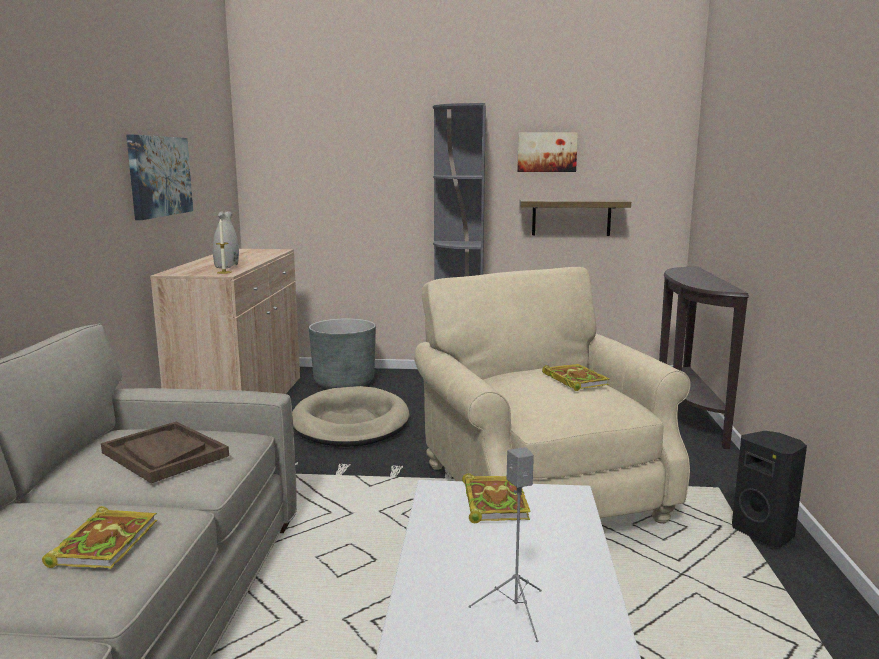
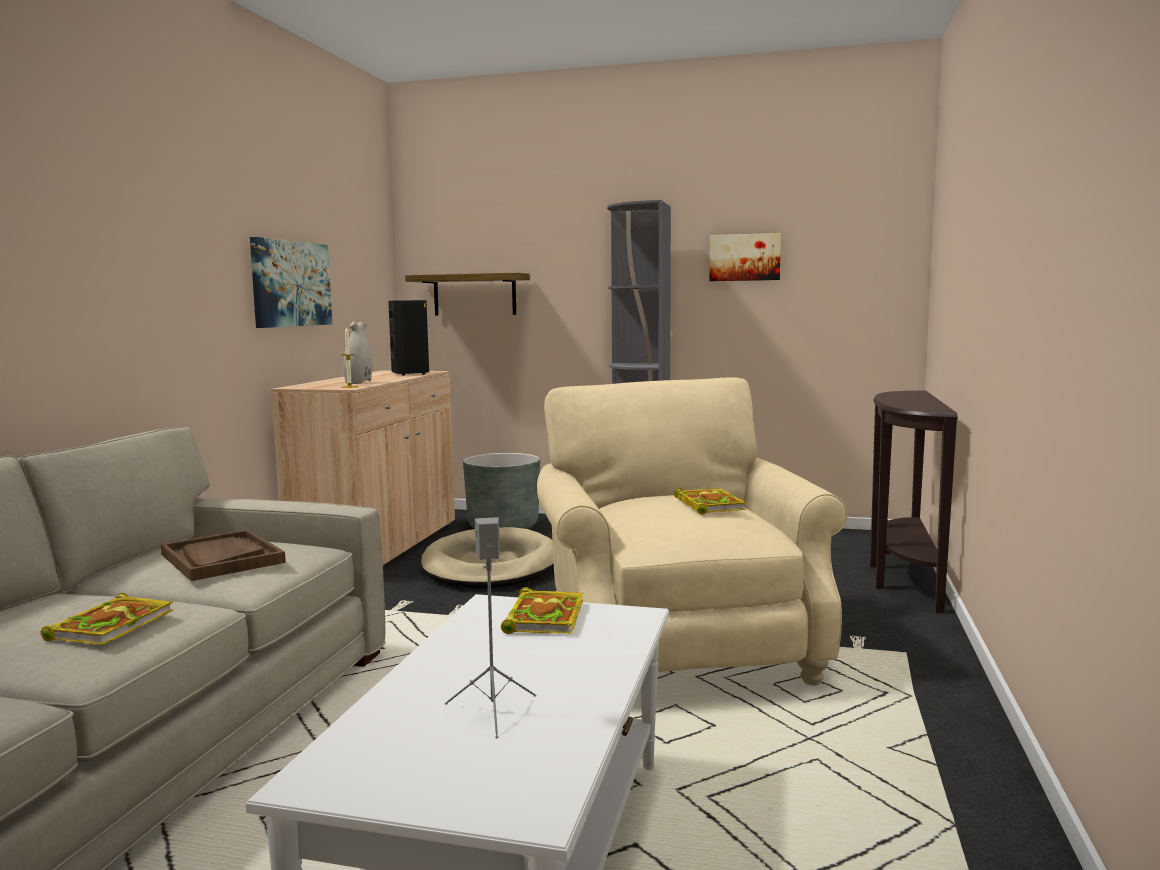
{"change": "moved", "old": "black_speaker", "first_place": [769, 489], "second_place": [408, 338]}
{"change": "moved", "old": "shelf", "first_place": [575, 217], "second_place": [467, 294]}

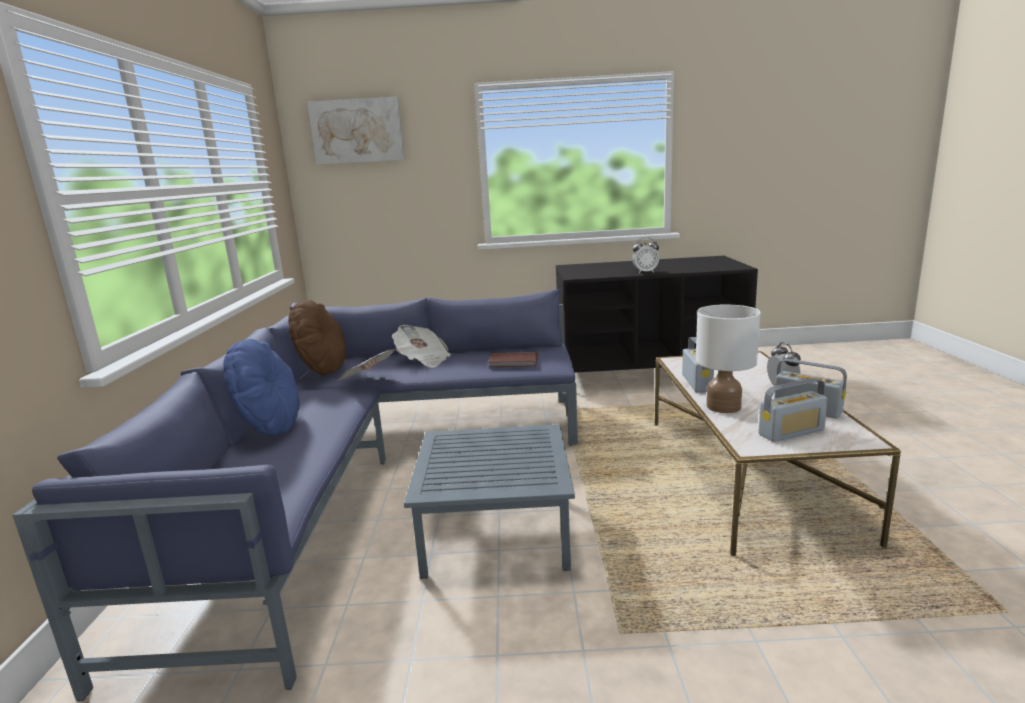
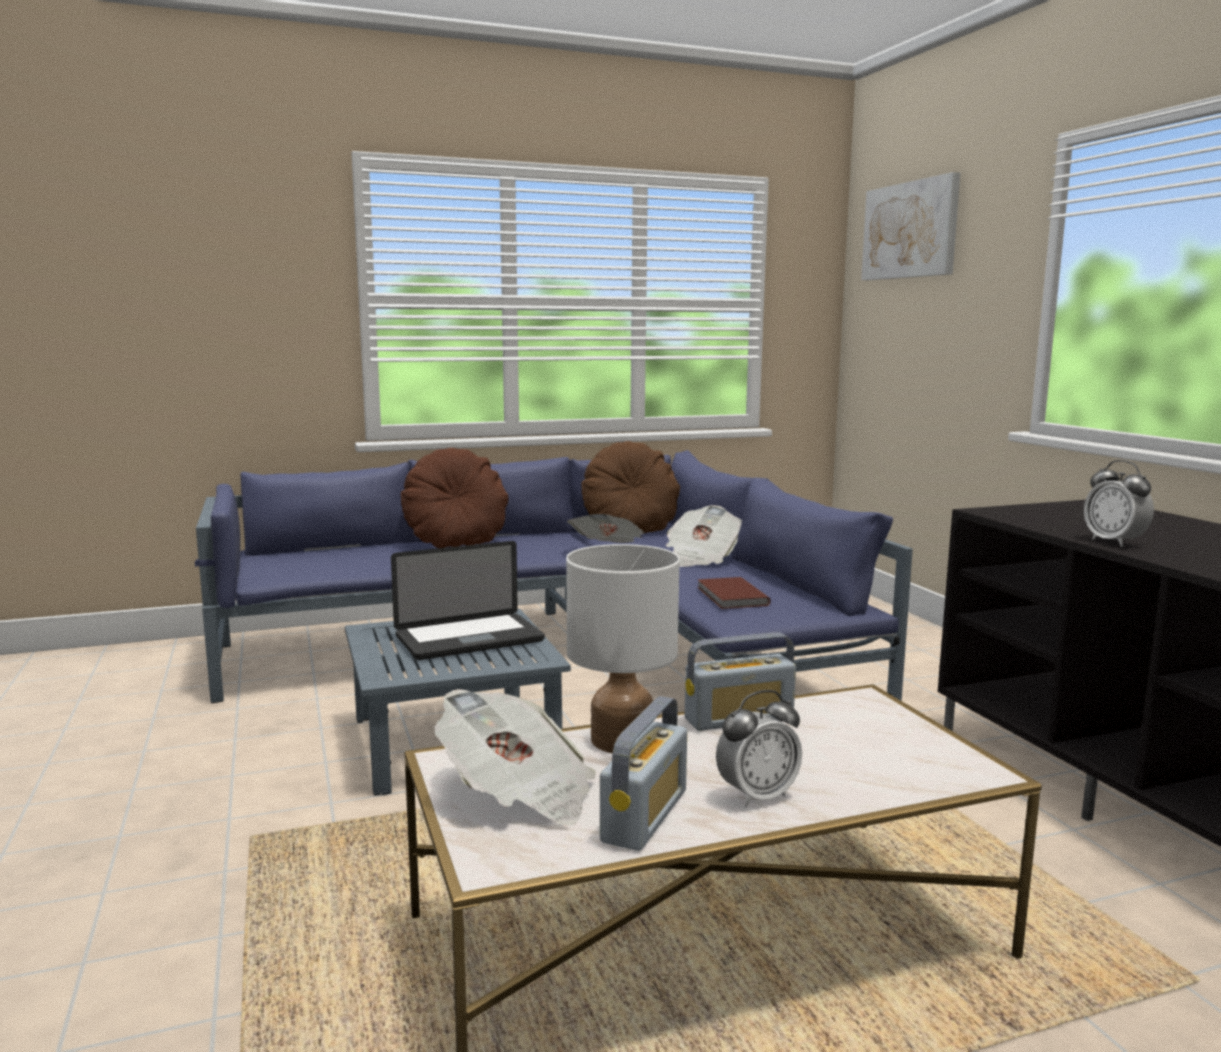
{"change": "added", "new": "laptop", "second_place": [468, 600]}
{"change": "recoloured", "old": "blue_pillow", "new": "brown_pillow", "first_place": [261, 388], "second_place": [454, 498]}
{"change": "replaced", "old": "radio", "new": "newspaper", "first_place": [793, 410], "second_place": [515, 757]}

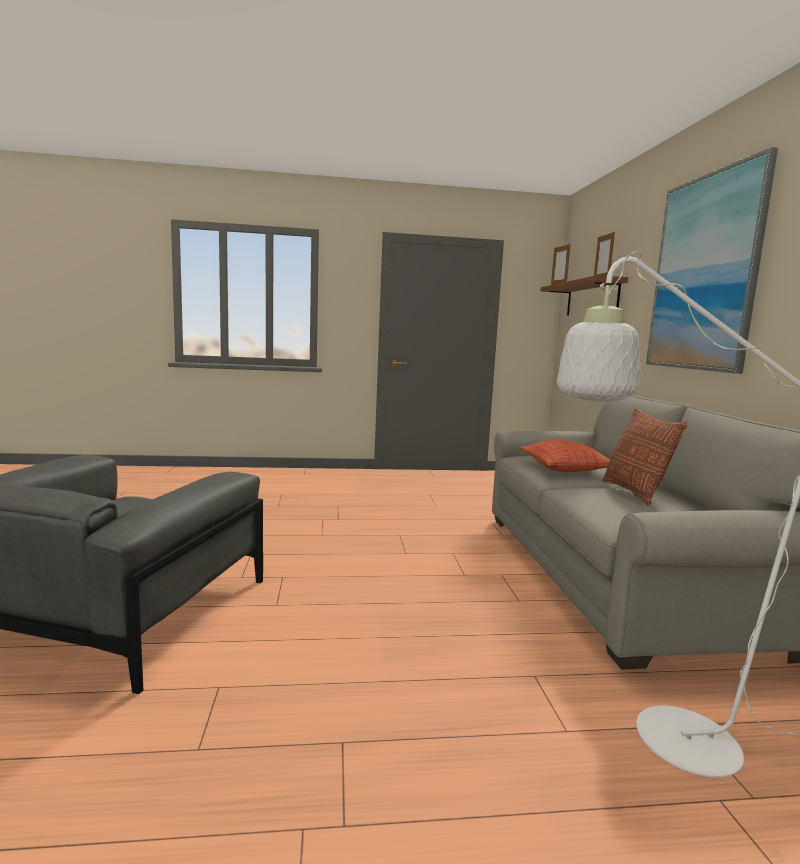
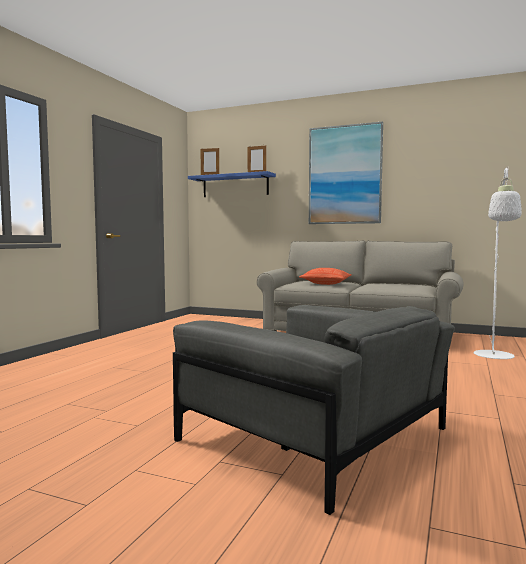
{"change": "recoloured", "old": "brown_shelf", "new": "blue_shelf", "first_place": [584, 295], "second_place": [232, 184]}
{"change": "removed", "old": "brown_pillow", "first_place": [644, 457]}

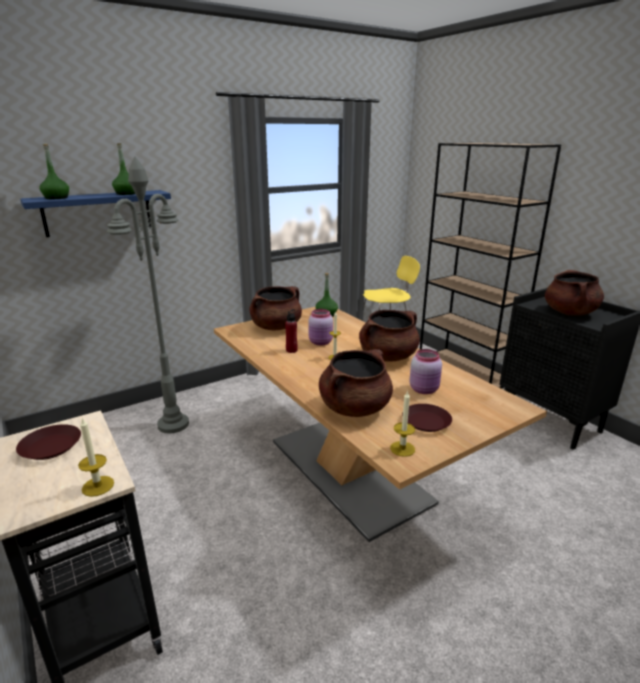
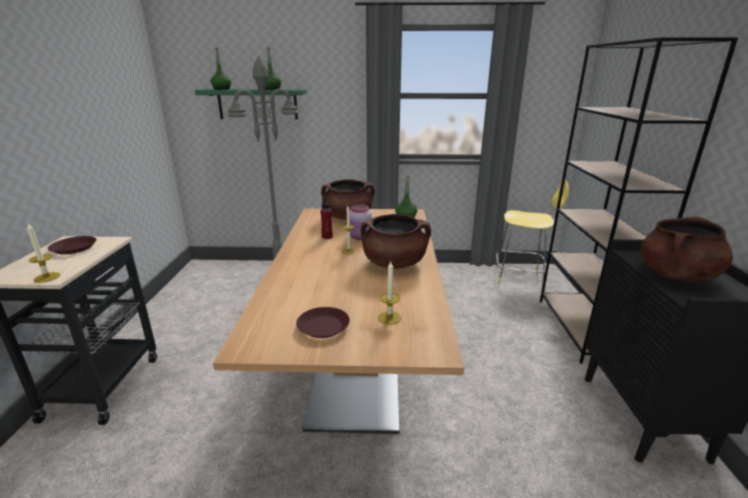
{"change": "recoloured", "old": "blue_shelf", "new": "green_shelf", "first_place": [95, 213], "second_place": [251, 104]}
{"change": "moved", "old": "candle", "first_place": [402, 423], "second_place": [389, 293]}
{"change": "removed", "old": "brown_cooking_pot", "first_place": [356, 383]}
{"change": "removed", "old": "pink_jar", "first_place": [425, 371]}

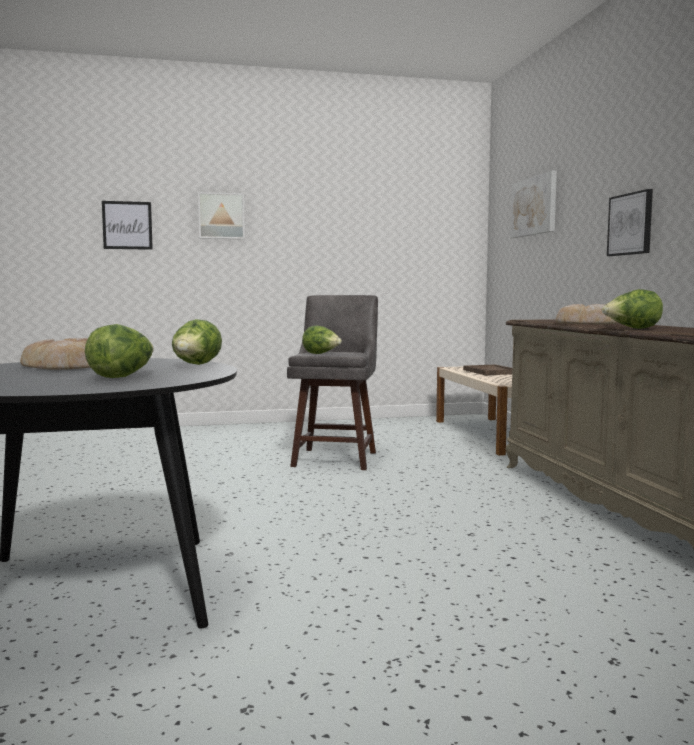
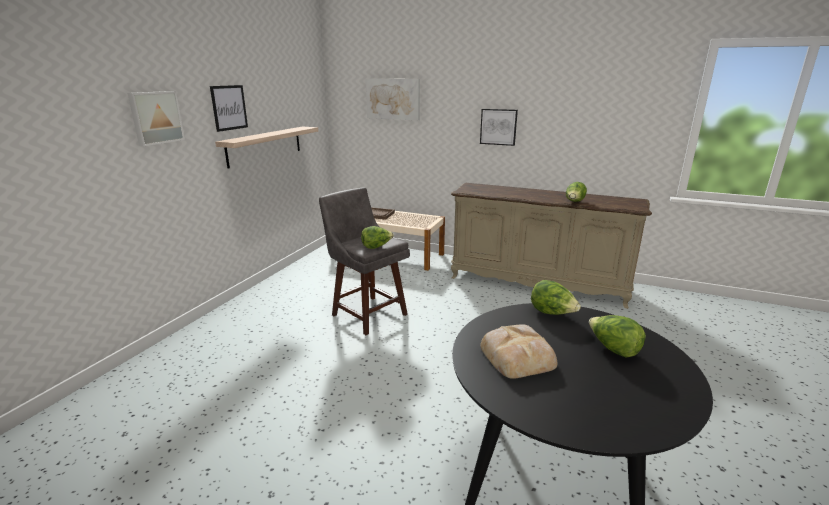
{"change": "moved", "old": "picture", "first_place": [127, 225], "second_place": [229, 108]}
{"change": "added", "new": "shelf", "second_place": [266, 148]}
{"change": "removed", "old": "bread", "first_place": [586, 314]}

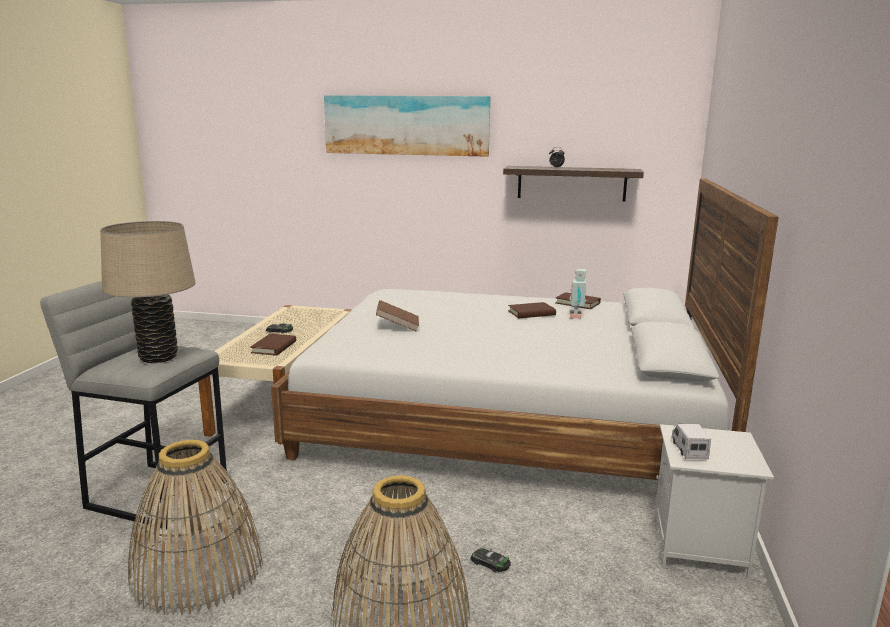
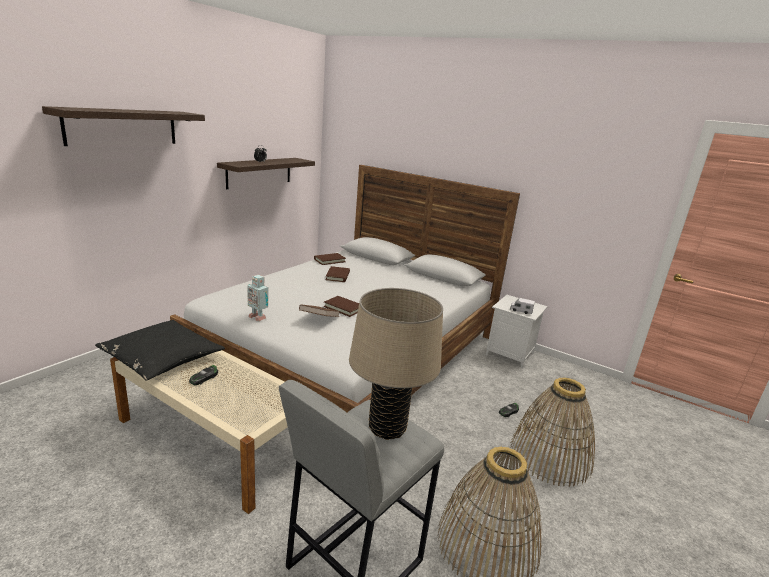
{"change": "replaced", "old": "picture", "new": "shelf", "first_place": [407, 126], "second_place": [123, 126]}
{"change": "added", "new": "black_pillow", "second_place": [160, 350]}
{"change": "moved", "old": "toy_robot", "first_place": [578, 294], "second_place": [257, 298]}
{"change": "moved", "old": "brown_book", "first_place": [273, 344], "second_place": [341, 306]}

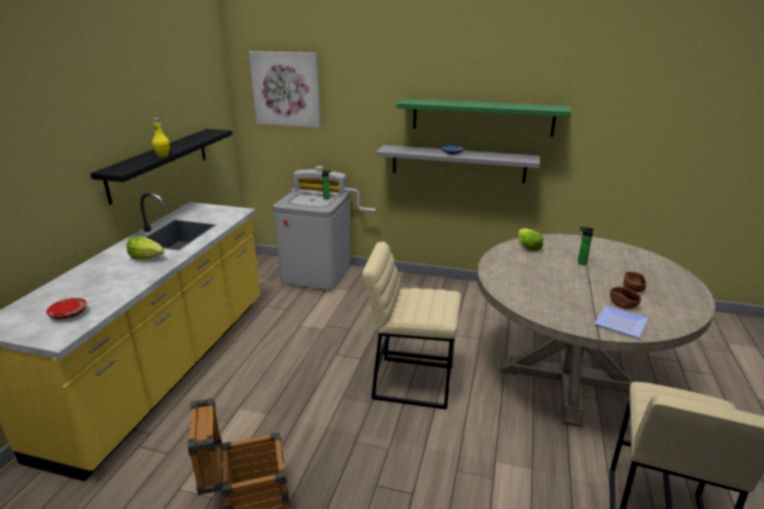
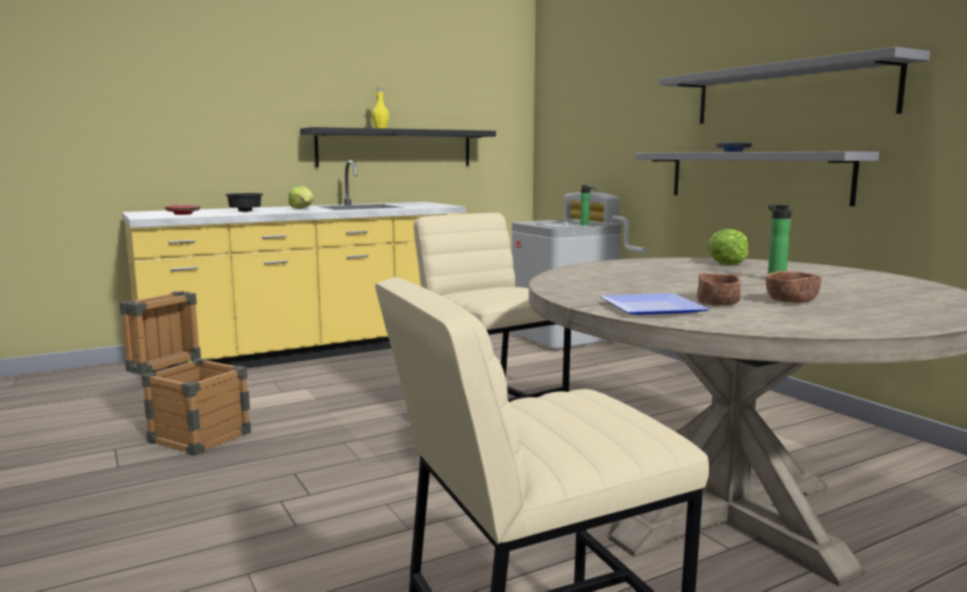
{"change": "added", "new": "black_bowl", "second_place": [244, 202]}
{"change": "recoloured", "old": "green_shelf", "new": "grey_shelf", "first_place": [484, 117], "second_place": [794, 85]}
{"change": "removed", "old": "picture", "first_place": [285, 89]}

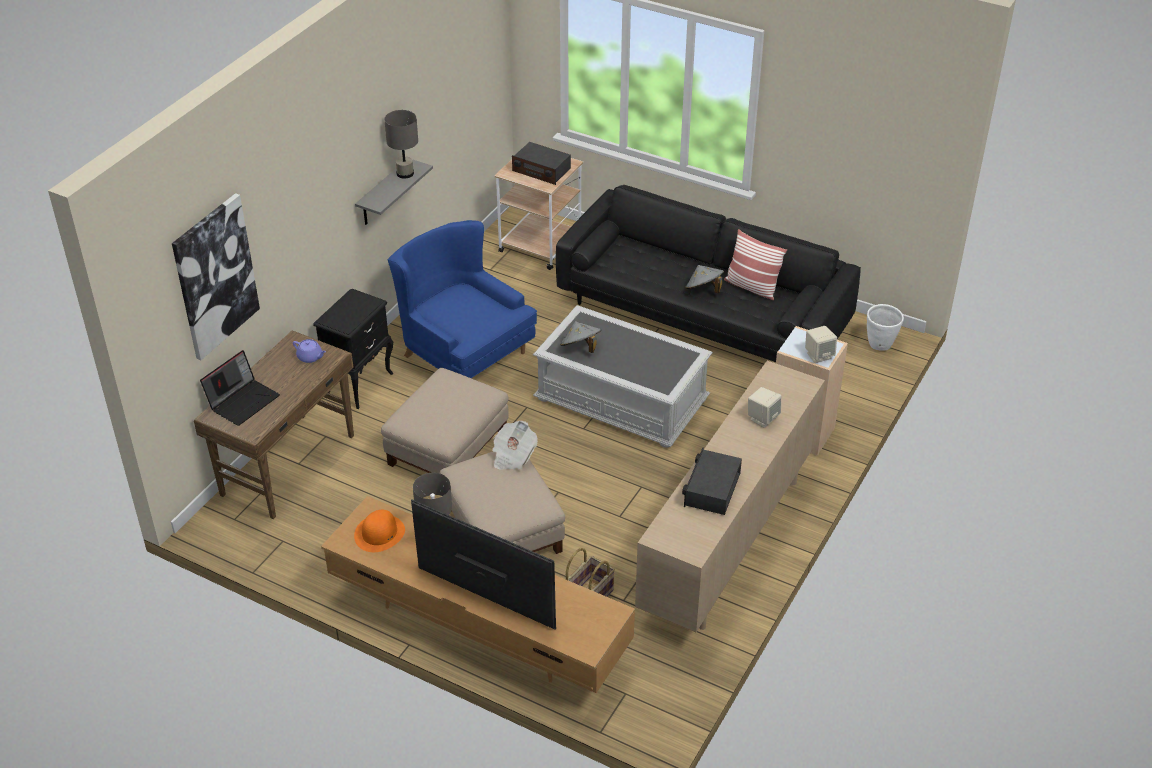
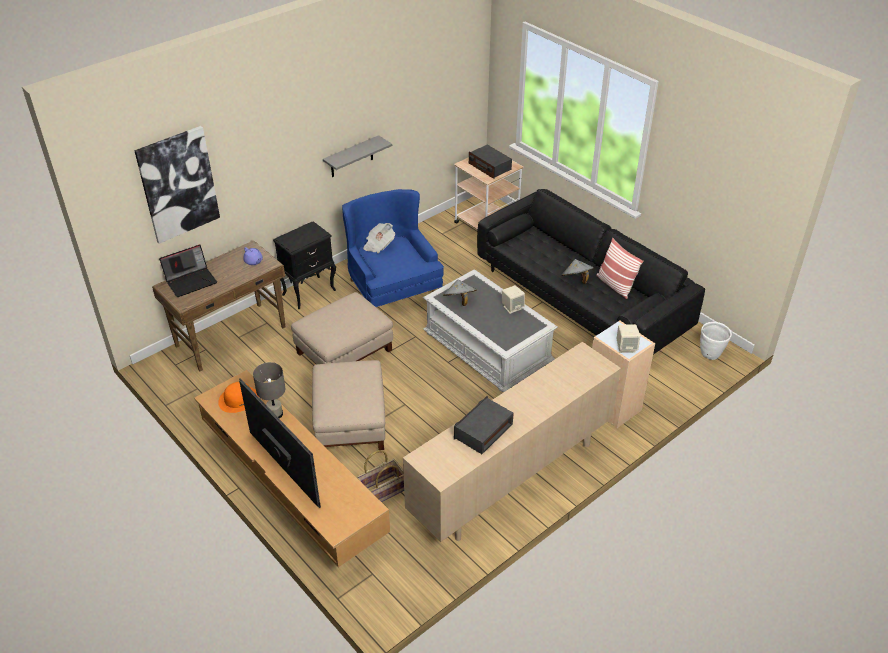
{"change": "moved", "old": "newspaper", "first_place": [515, 445], "second_place": [379, 238]}
{"change": "moved", "old": "beige_speaker", "first_place": [764, 407], "second_place": [513, 299]}
{"change": "removed", "old": "grey_table_lamp", "first_place": [401, 144]}

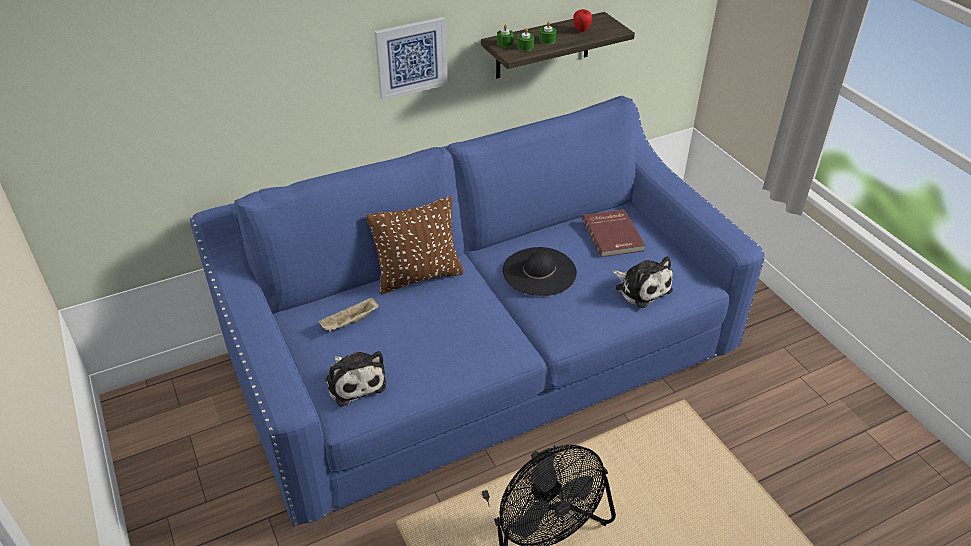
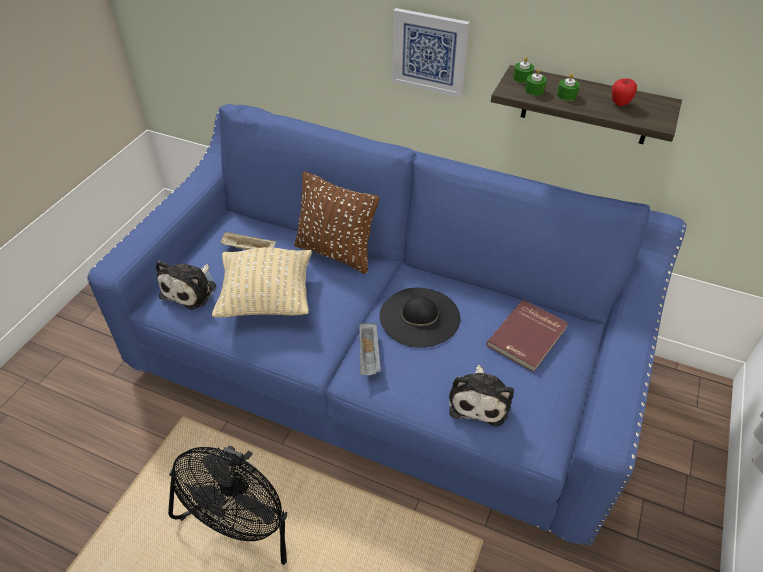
{"change": "added", "new": "beige_pillow", "second_place": [262, 282]}
{"change": "added", "new": "grey_tray", "second_place": [370, 348]}

